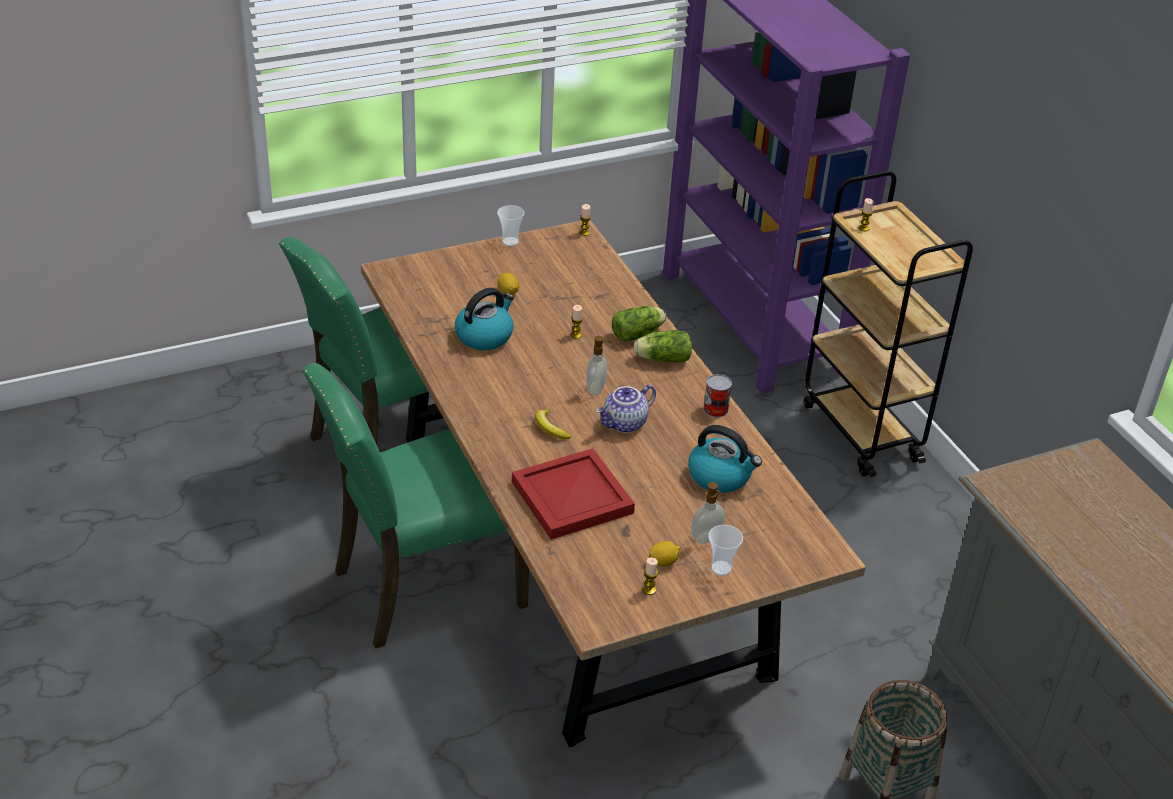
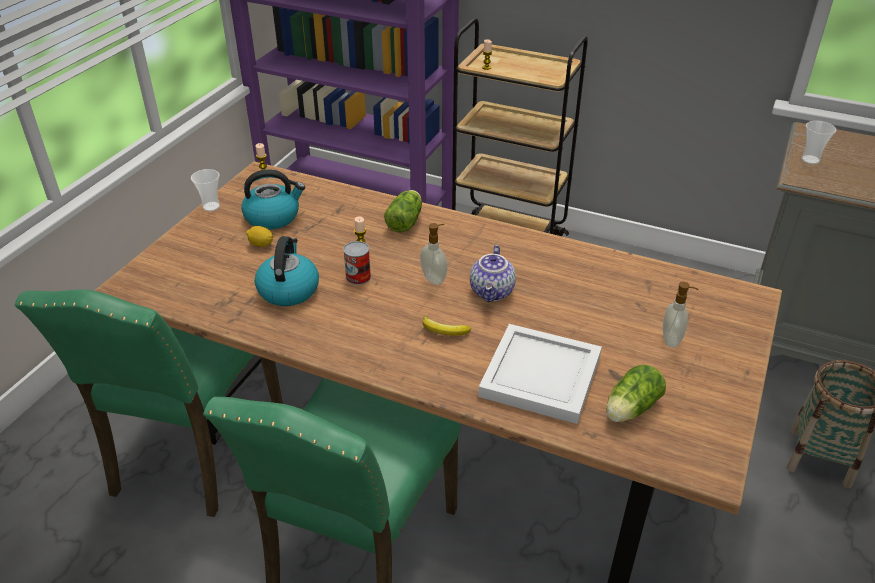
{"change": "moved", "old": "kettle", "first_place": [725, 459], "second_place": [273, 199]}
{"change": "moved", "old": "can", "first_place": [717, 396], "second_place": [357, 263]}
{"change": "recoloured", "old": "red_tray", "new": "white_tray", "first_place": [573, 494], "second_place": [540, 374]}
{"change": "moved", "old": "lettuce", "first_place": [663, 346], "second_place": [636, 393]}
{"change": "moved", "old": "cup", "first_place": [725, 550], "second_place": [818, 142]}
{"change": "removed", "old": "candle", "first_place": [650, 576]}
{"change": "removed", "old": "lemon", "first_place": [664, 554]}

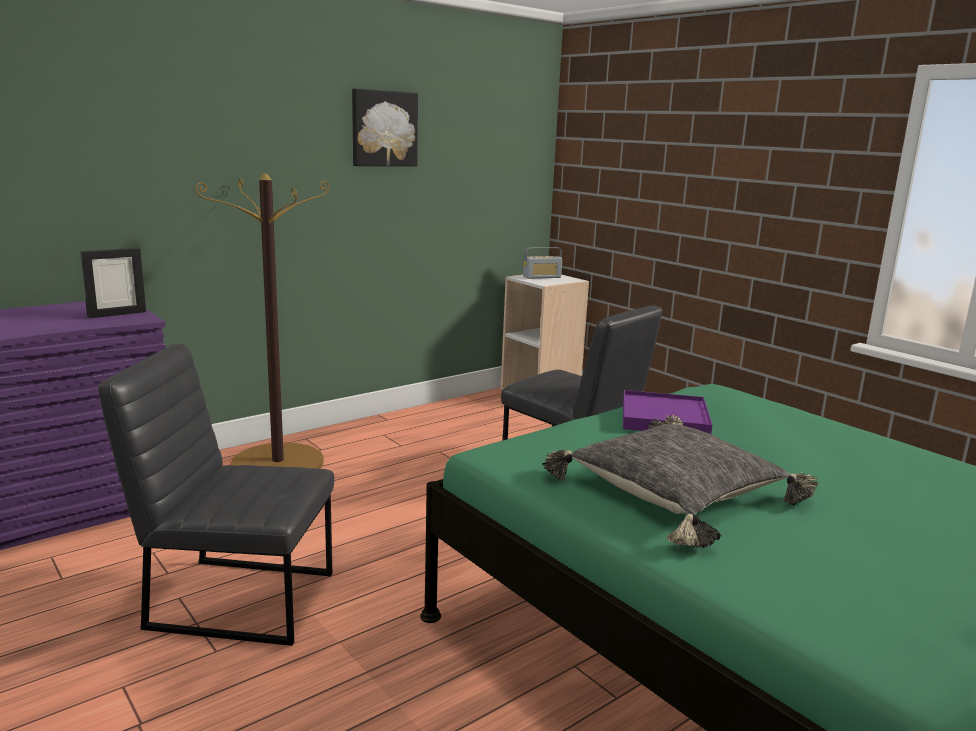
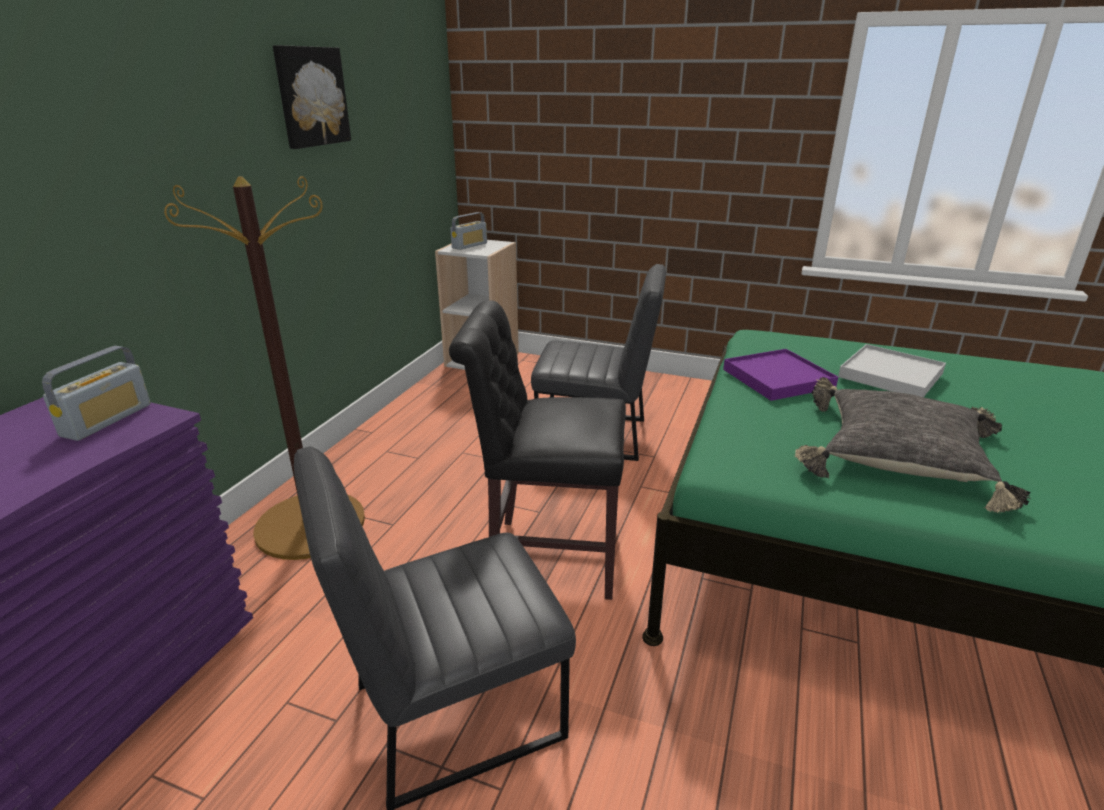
{"change": "replaced", "old": "picture_frame", "new": "radio", "first_place": [113, 283], "second_place": [96, 393]}
{"change": "added", "new": "black_chair", "second_place": [537, 450]}
{"change": "added", "new": "white_tray", "second_place": [892, 370]}

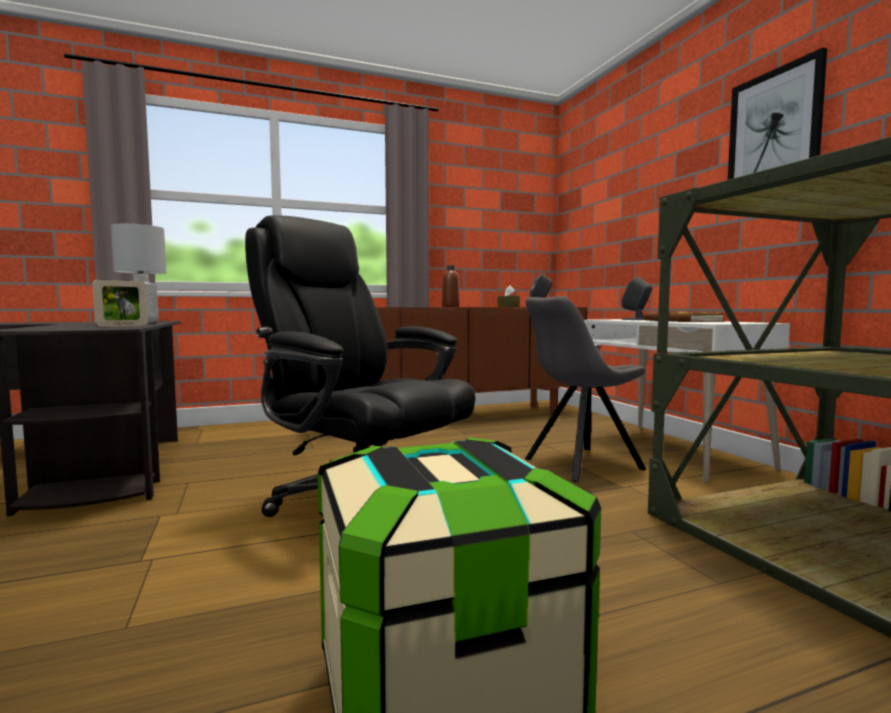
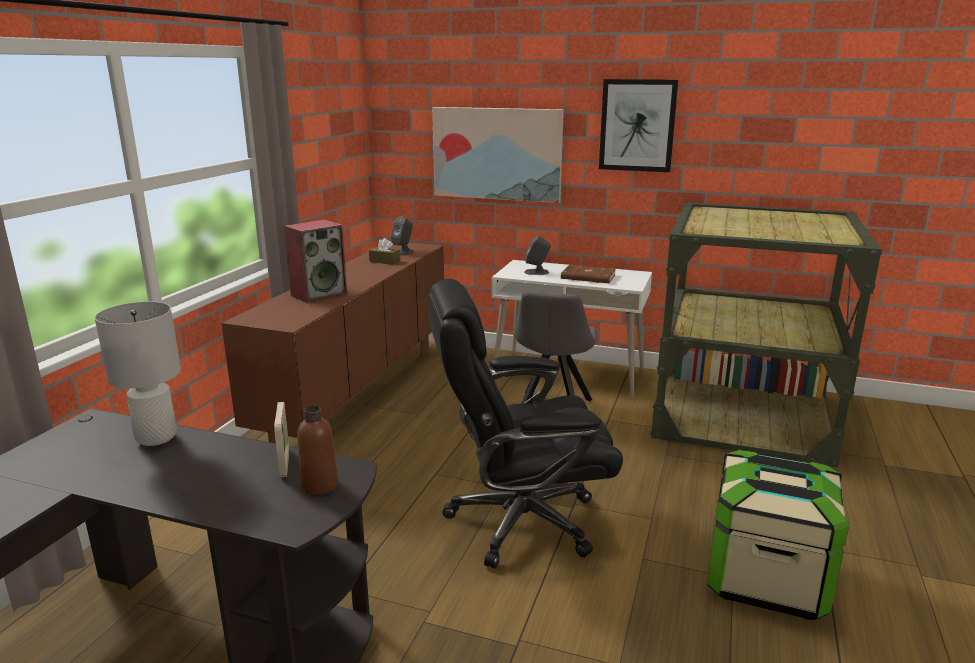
{"change": "added", "new": "speaker", "second_place": [315, 261]}
{"change": "moved", "old": "brown_bottle", "first_place": [451, 286], "second_place": [317, 450]}
{"change": "added", "new": "picture", "second_place": [498, 155]}

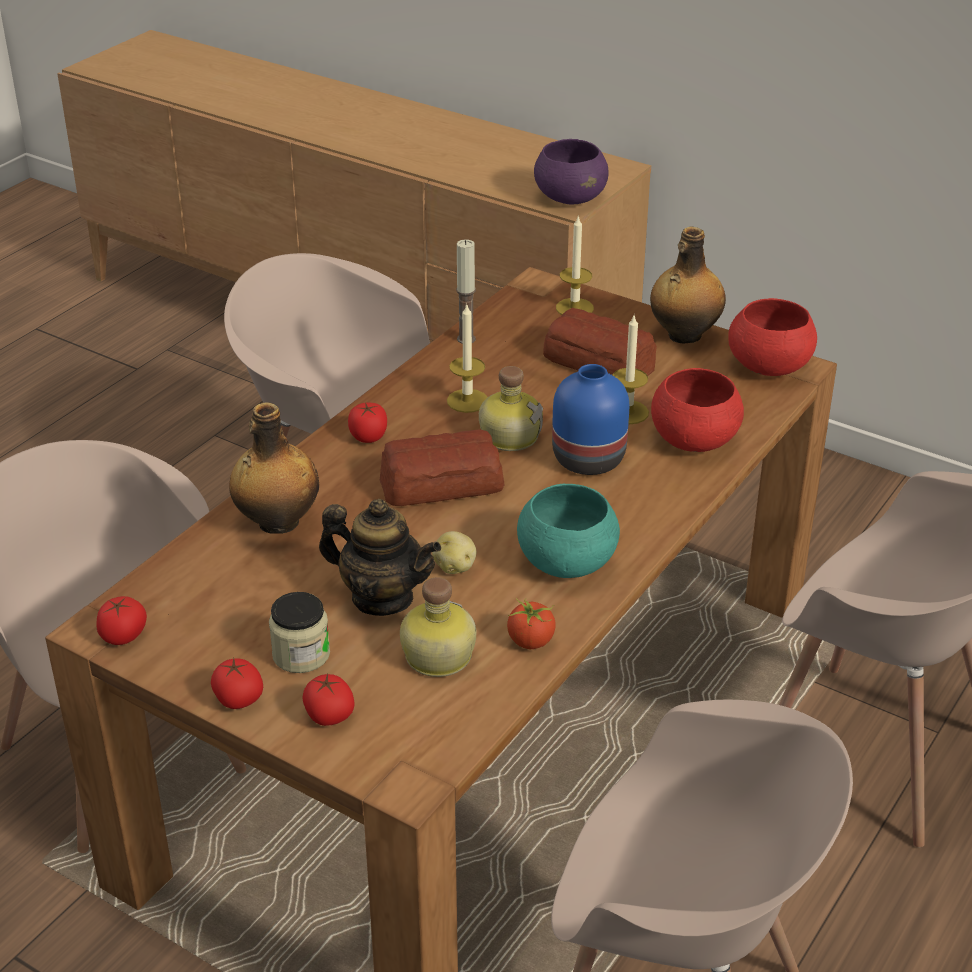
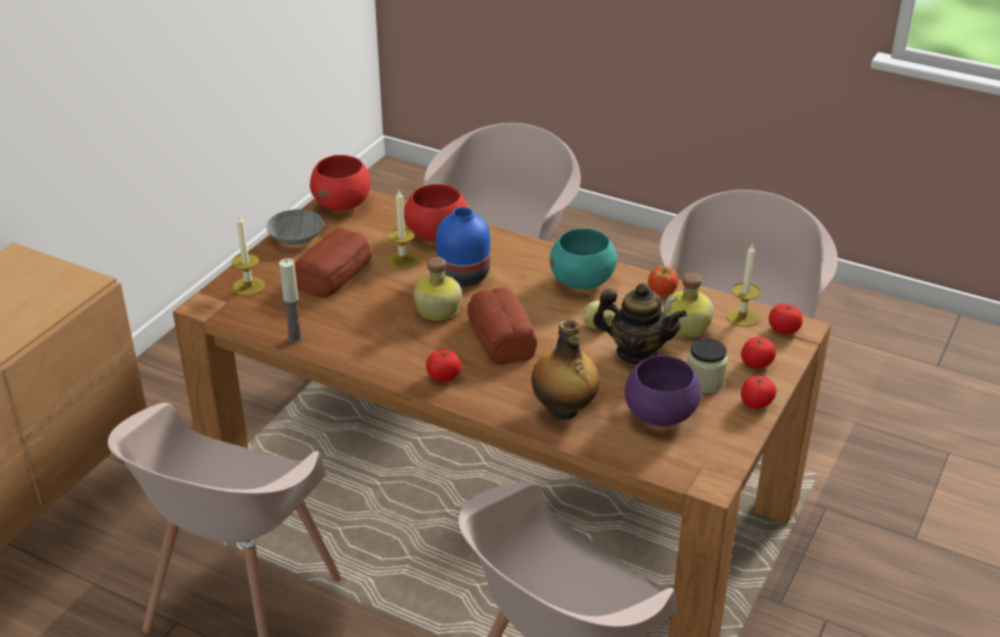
{"change": "replaced", "old": "bottle", "new": "grey_bowl", "first_place": [688, 285], "second_place": [295, 227]}
{"change": "turned", "old": "teapot", "first_place": [380, 557], "second_place": [640, 323], "degrees": 90}
{"change": "moved", "old": "purple_bowl", "first_place": [571, 171], "second_place": [663, 390]}
{"change": "moved", "old": "candle", "first_place": [467, 359], "second_place": [743, 285]}
{"change": "moved", "old": "tomato", "first_place": [121, 620], "second_place": [786, 318]}

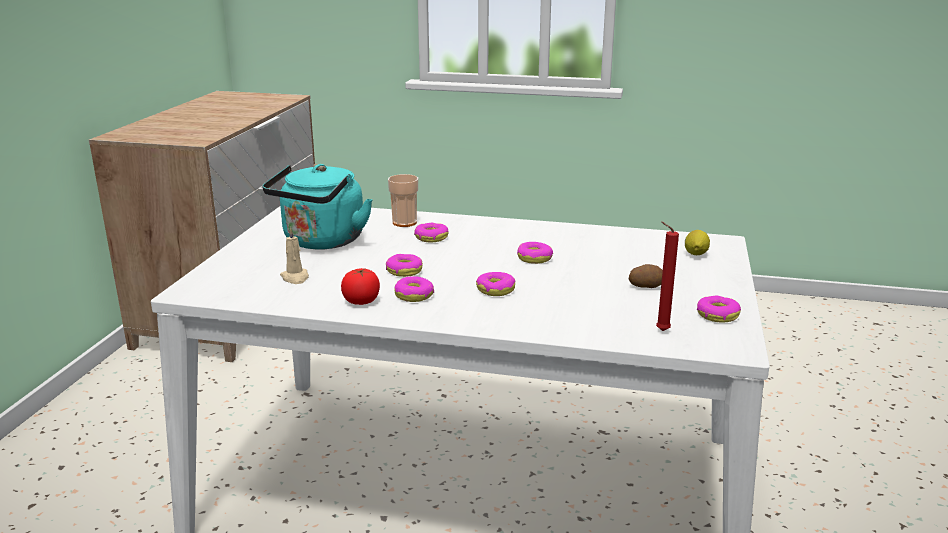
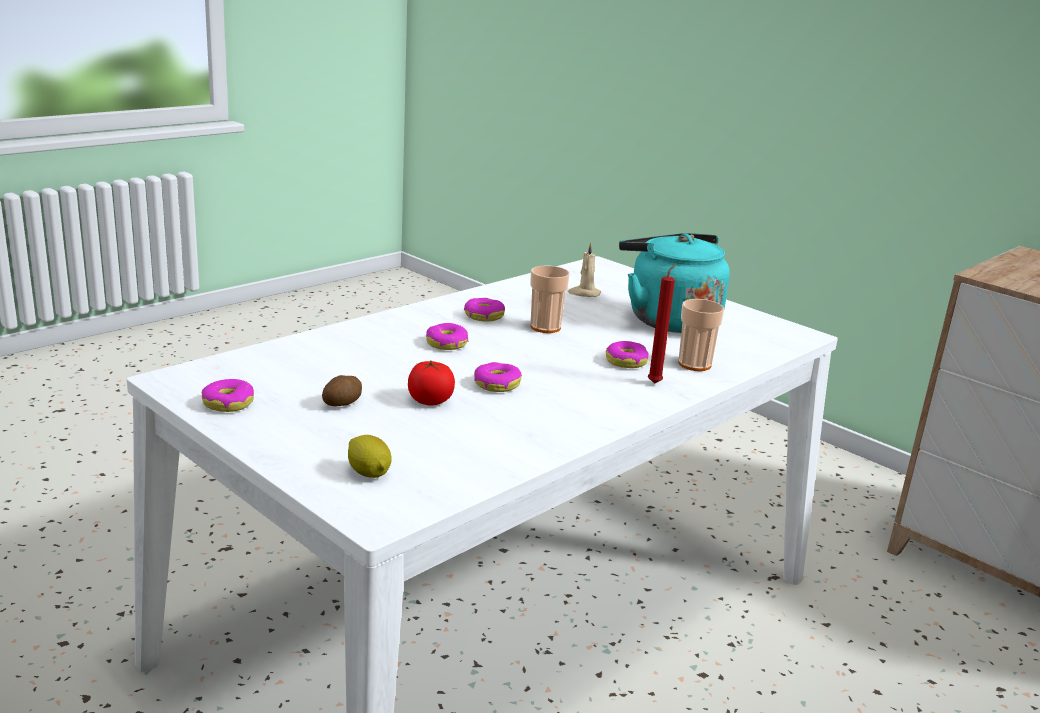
{"change": "moved", "old": "tomato", "first_place": [360, 286], "second_place": [431, 383]}
{"change": "replaced", "old": "donut", "new": "cup", "first_place": [404, 265], "second_place": [550, 299]}
{"change": "moved", "old": "red_candle", "first_place": [667, 276], "second_place": [662, 323]}

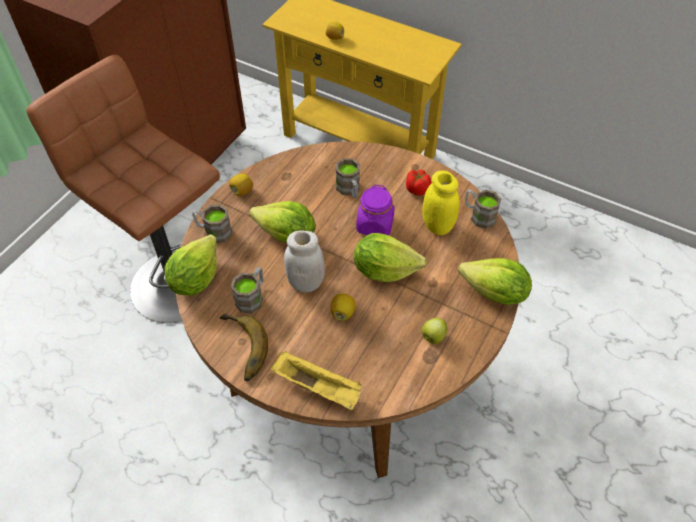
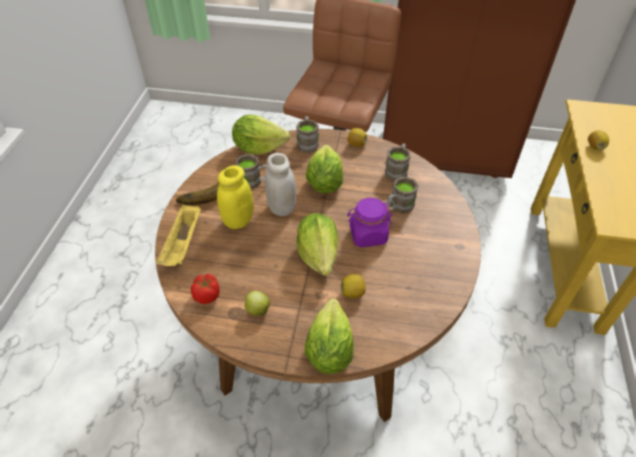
{"change": "moved", "old": "tomato", "first_place": [418, 183], "second_place": [205, 289]}
{"change": "moved", "old": "yellow_jar", "first_place": [441, 202], "second_place": [235, 197]}
{"change": "moved", "old": "lemon", "first_place": [343, 307], "second_place": [353, 286]}
{"change": "moved", "old": "brown_mug", "first_place": [483, 209], "second_place": [397, 162]}

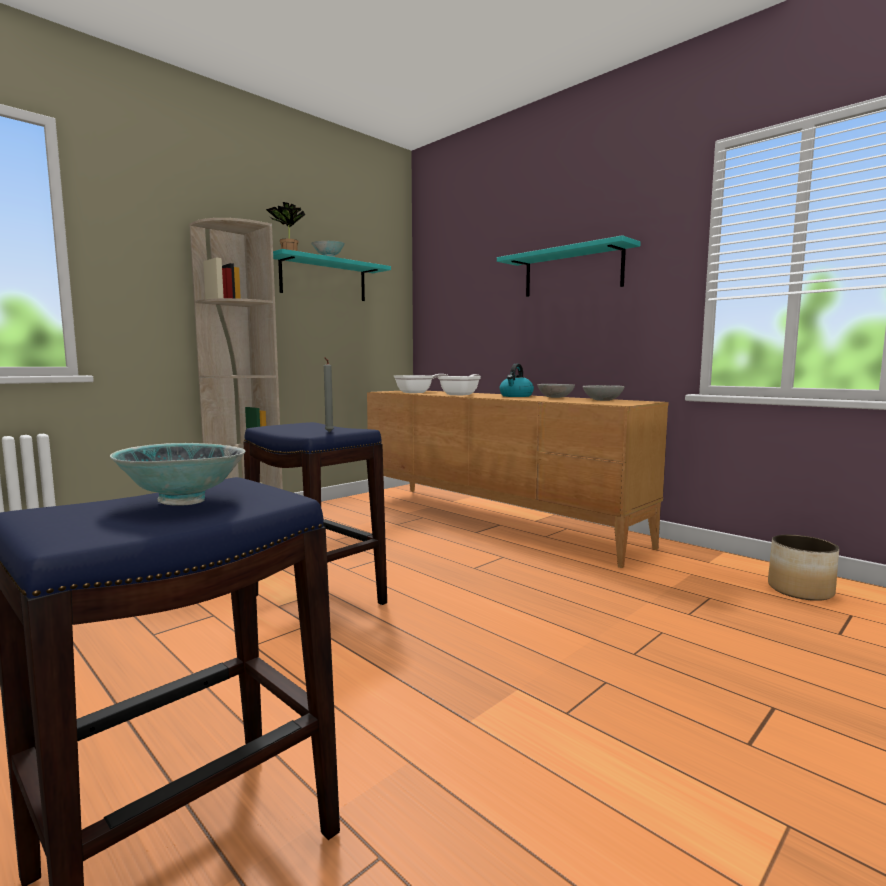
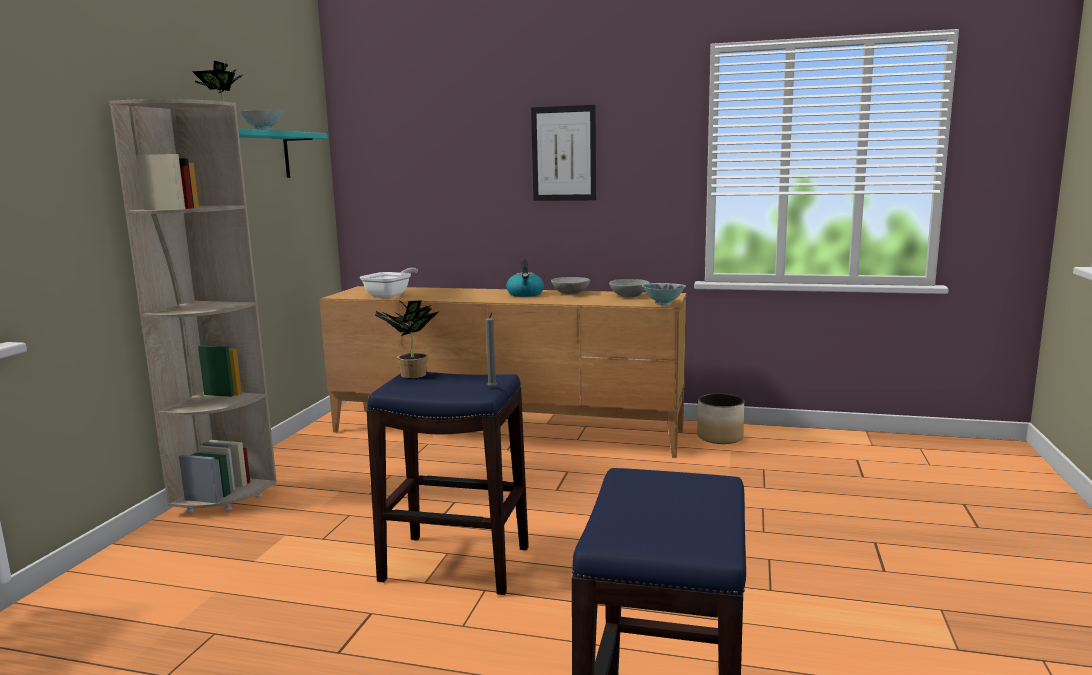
{"change": "added", "new": "potted_plant", "second_place": [407, 338]}
{"change": "replaced", "old": "turquoise_shelf", "new": "picture", "first_place": [569, 266], "second_place": [563, 153]}
{"change": "moved", "old": "bowl", "first_place": [178, 474], "second_place": [664, 294]}
{"change": "moved", "old": "planter", "first_place": [803, 568], "second_place": [720, 418]}
{"change": "removed", "old": "frying_pan", "first_place": [459, 385]}

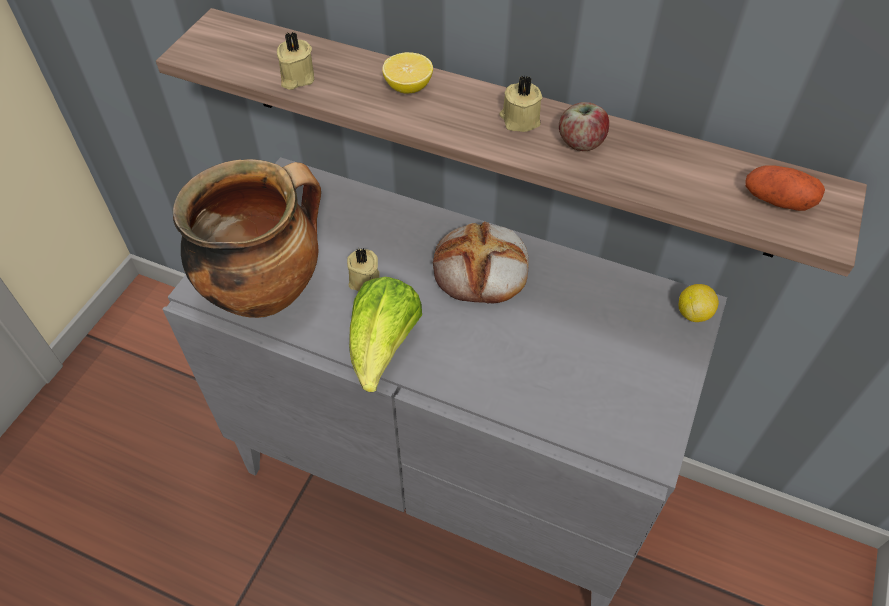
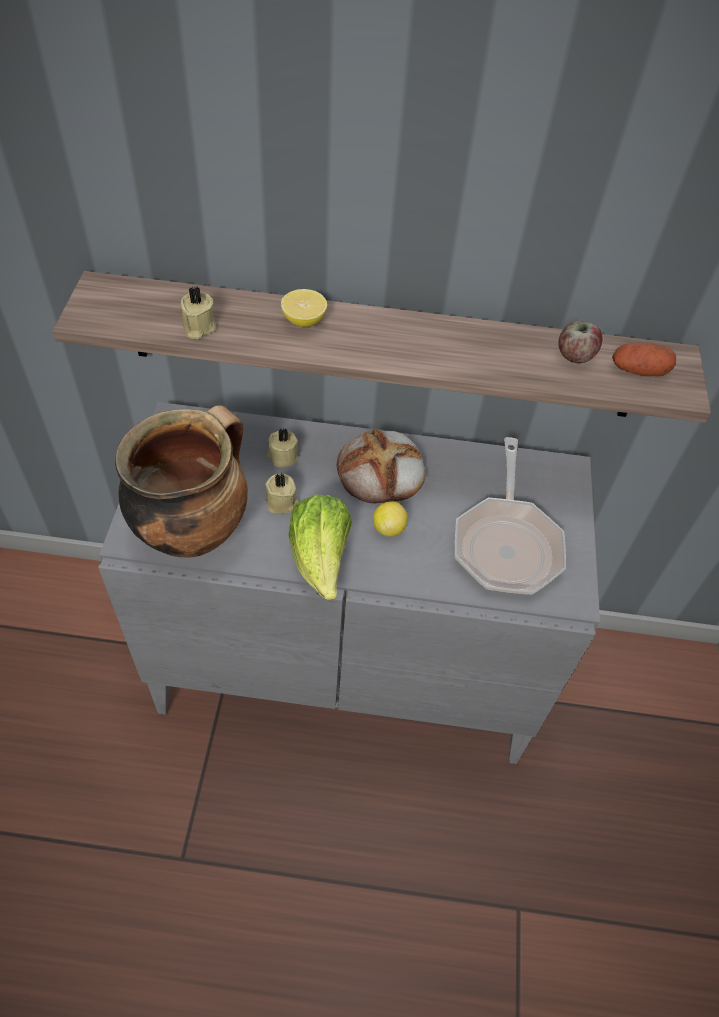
{"change": "moved", "old": "beige_candle", "first_place": [520, 103], "second_place": [282, 448]}
{"change": "moved", "old": "lemon", "first_place": [699, 303], "second_place": [390, 519]}
{"change": "added", "new": "frying_pan", "second_place": [510, 516]}
{"change": "moved", "old": "apple", "first_place": [584, 126], "second_place": [580, 342]}

